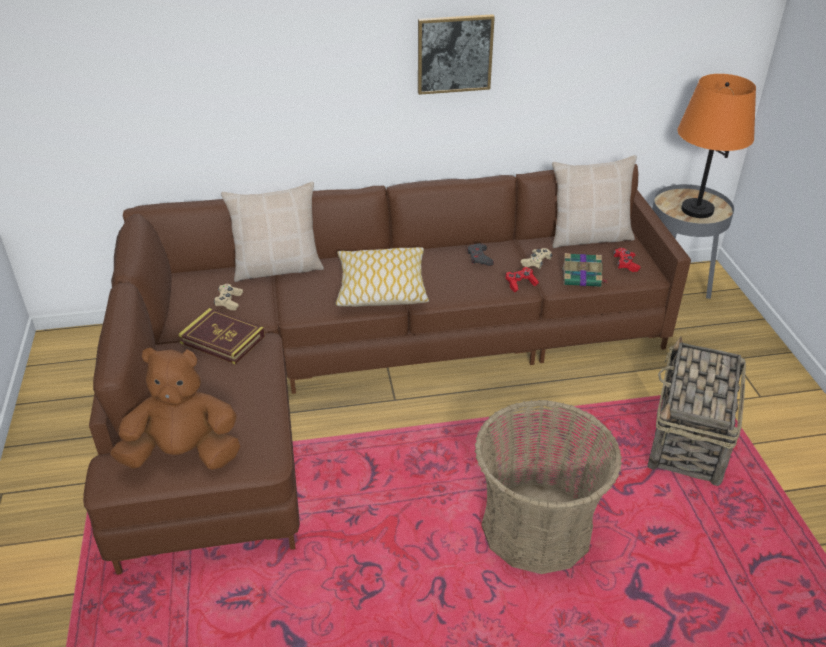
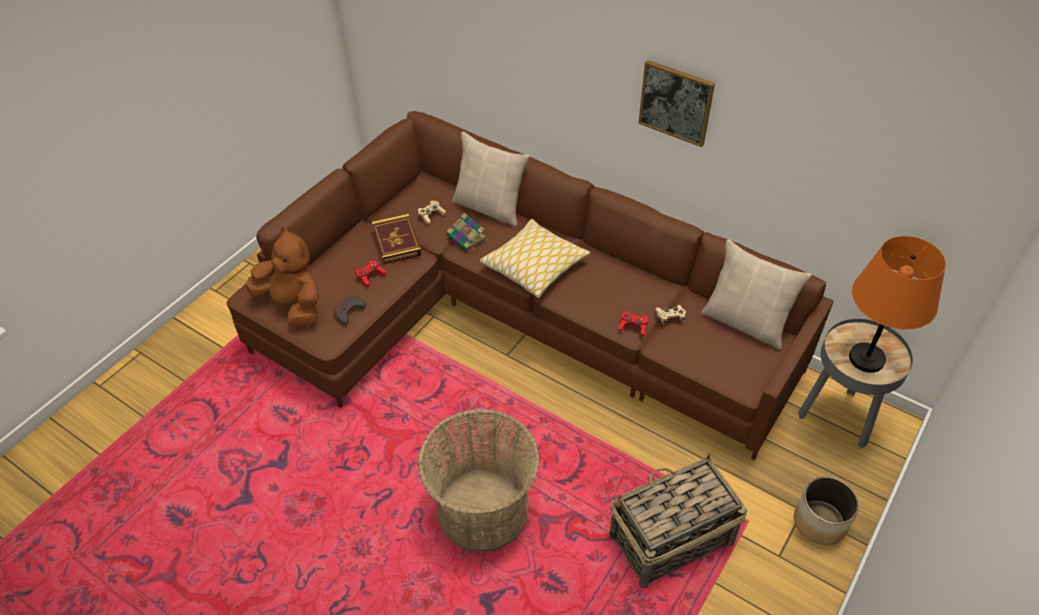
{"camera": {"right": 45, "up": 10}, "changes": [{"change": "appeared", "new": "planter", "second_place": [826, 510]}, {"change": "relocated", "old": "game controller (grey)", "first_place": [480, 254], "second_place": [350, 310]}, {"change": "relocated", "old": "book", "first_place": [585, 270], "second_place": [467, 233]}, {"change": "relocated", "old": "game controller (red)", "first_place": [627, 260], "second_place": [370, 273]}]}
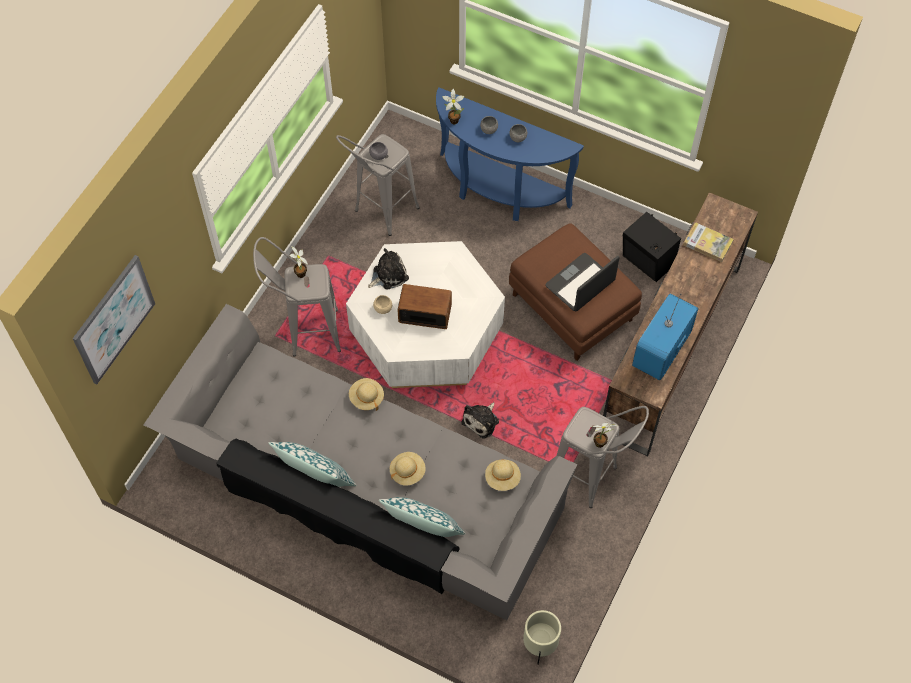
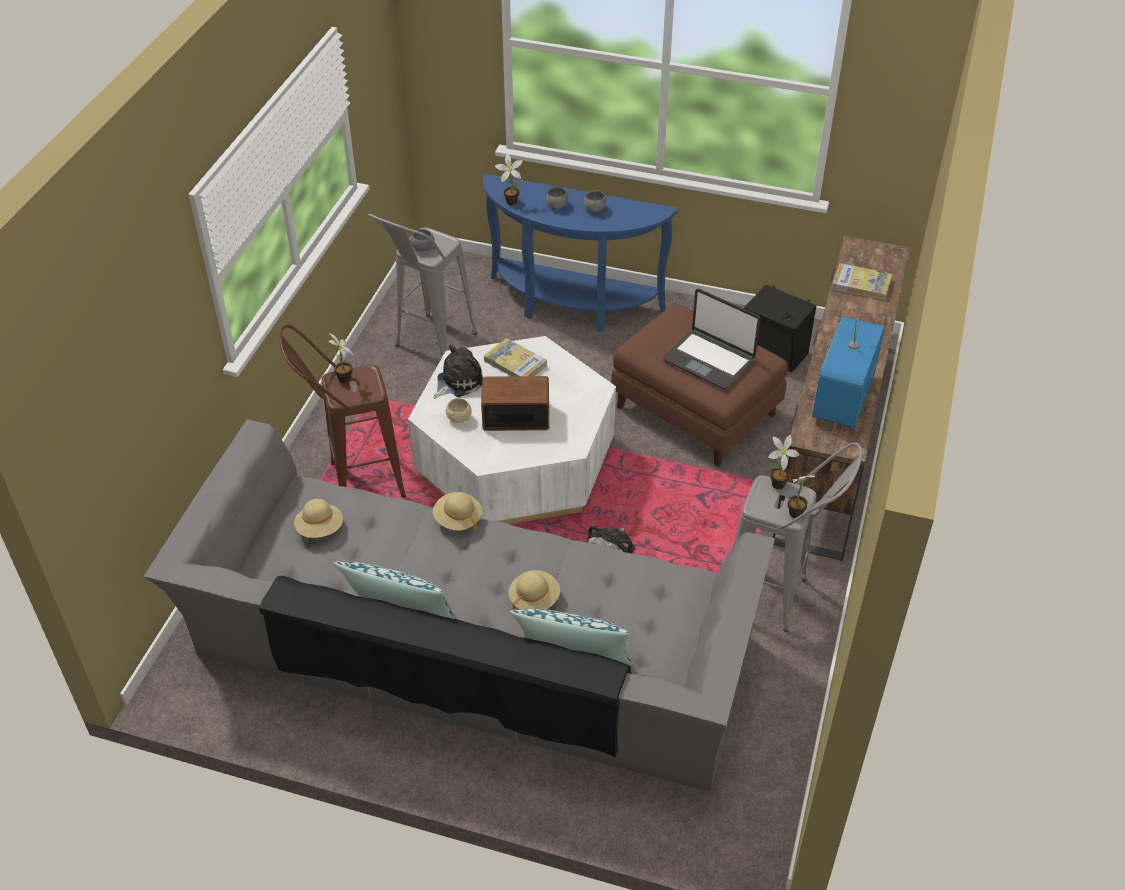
{"camera": {"right": -10, "up": -15}, "changes": [{"change": "missing", "old": "picture", "first_place": [114, 319]}, {"change": "missing", "old": "planter (beige)", "first_place": [542, 637]}, {"change": "appeared", "new": "book", "second_place": [515, 357]}, {"change": "appeared", "new": "potted plant", "second_place": [784, 461]}, {"change": "relocated", "old": "hat (beige)", "first_place": [503, 475], "second_place": [318, 518]}, {"change": "colour", "old": "stool (grey)", "new": "stool (brown)", "first_place": [297, 297], "second_place": [342, 411]}, {"change": "spun", "old": "laptop", "first_place": [582, 282], "second_place": [712, 339], "degrees": -90}]}
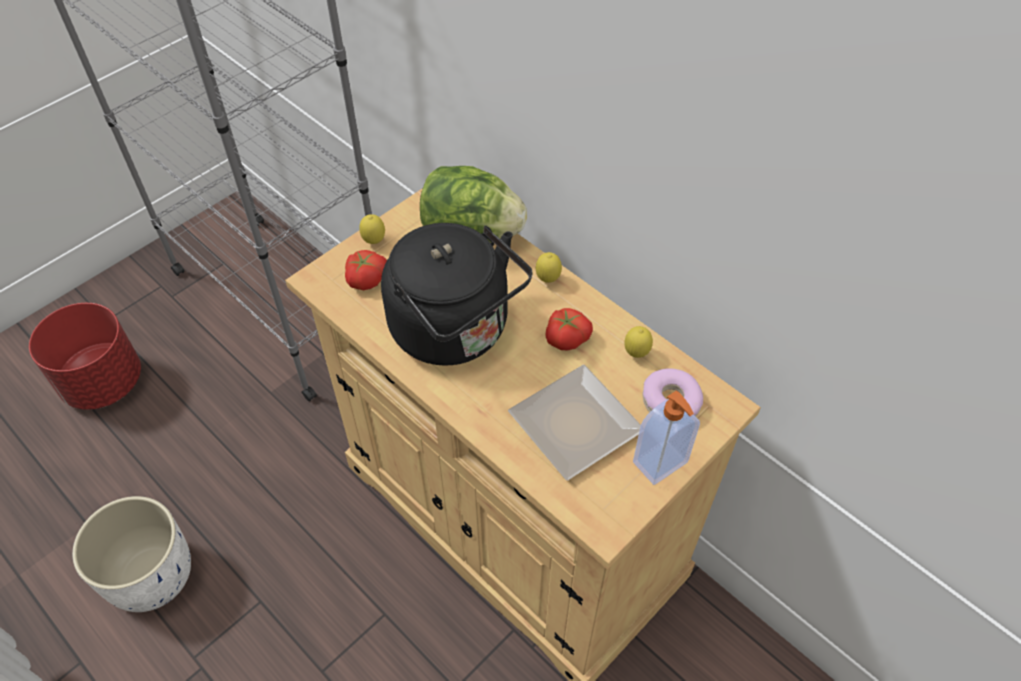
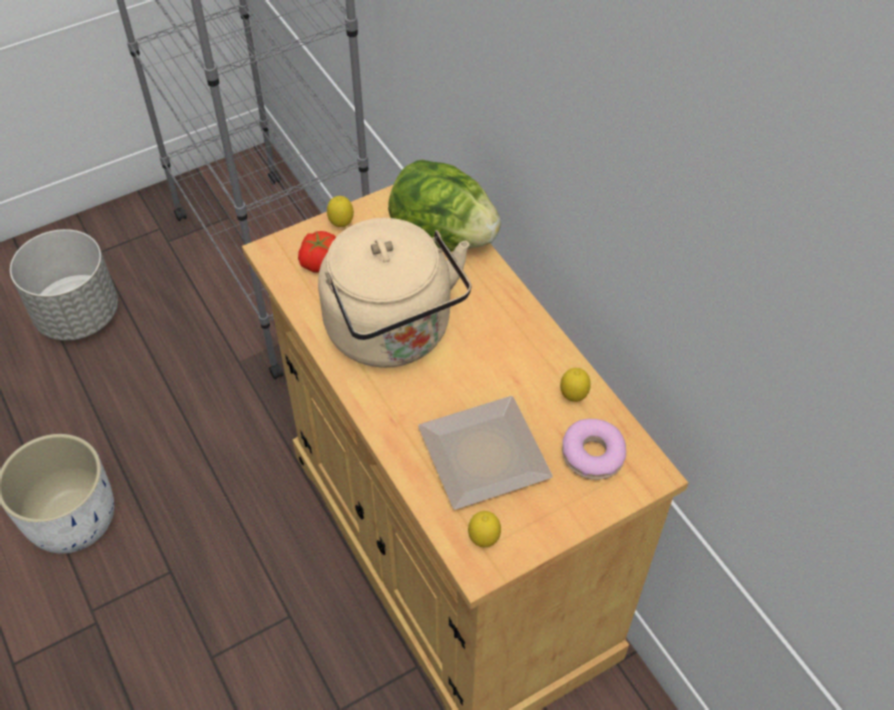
{"camera": {"right": 15, "up": 0}, "changes": [{"change": "missing", "old": "tomato", "first_place": [569, 329]}, {"change": "missing", "old": "soap dispenser", "first_place": [666, 437]}, {"change": "relocated", "old": "lemon", "first_place": [549, 267], "second_place": [484, 529]}, {"change": "colour", "old": "planter (red)", "new": "planter (grey)", "first_place": [85, 356], "second_place": [64, 285]}, {"change": "colour", "old": "kettle (black)", "new": "kettle (beige)", "first_place": [456, 294], "second_place": [394, 293]}]}
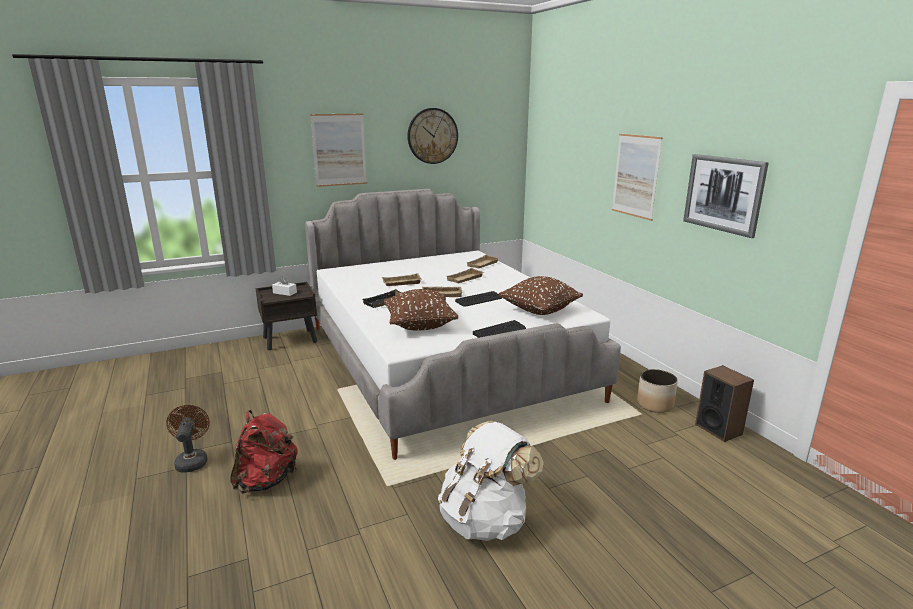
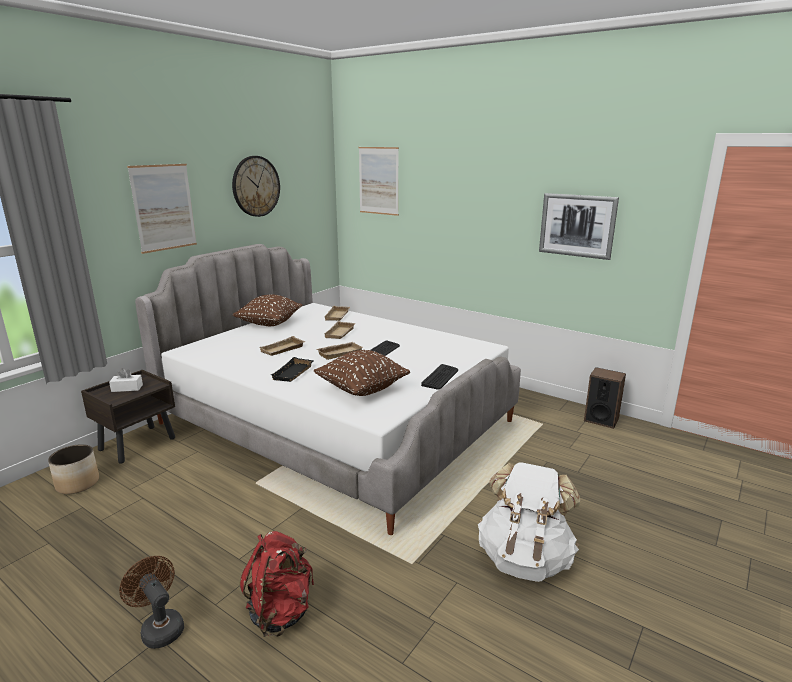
{"camera": {"right": -30, "up": 0}, "changes": [{"change": "relocated", "old": "pillow (brown)", "first_place": [540, 295], "second_place": [267, 310]}, {"change": "relocated", "old": "picture", "first_place": [637, 177], "second_place": [378, 181]}, {"change": "relocated", "old": "planter", "first_place": [657, 391], "second_place": [73, 469]}]}
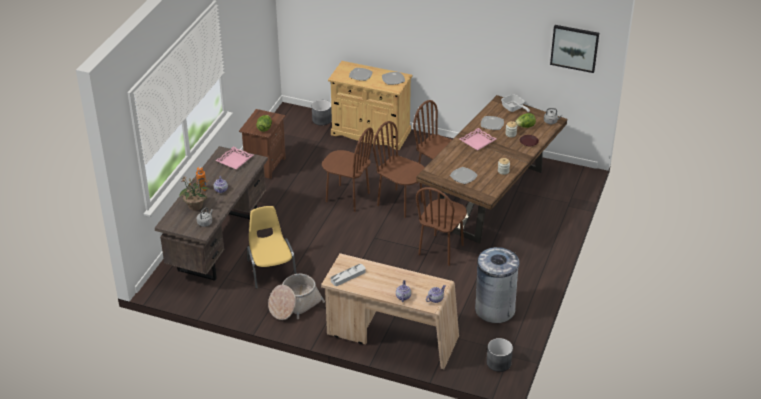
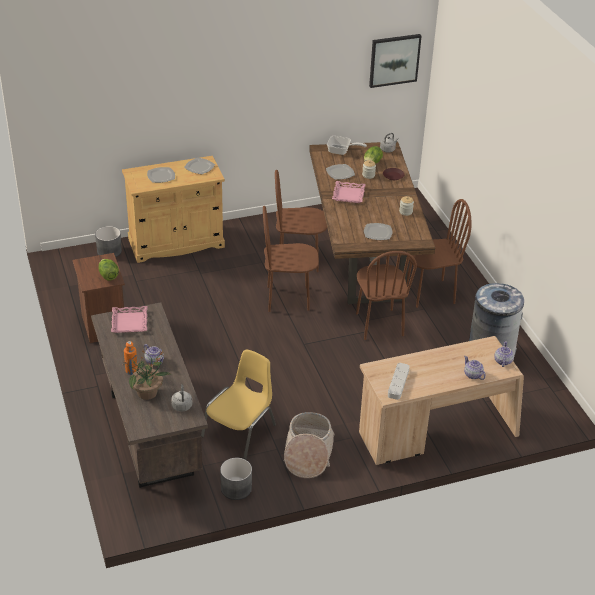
{"camera": {"right": -40, "up": 0}, "changes": [{"change": "relocated", "old": "chair (brown)", "first_place": [348, 170], "second_place": [439, 253]}, {"change": "relocated", "old": "planter (grey)", "first_place": [500, 355], "second_place": [236, 479]}, {"change": "spun", "old": "chair (yellow)", "first_place": [272, 247], "second_place": [238, 404], "degrees": 90}]}
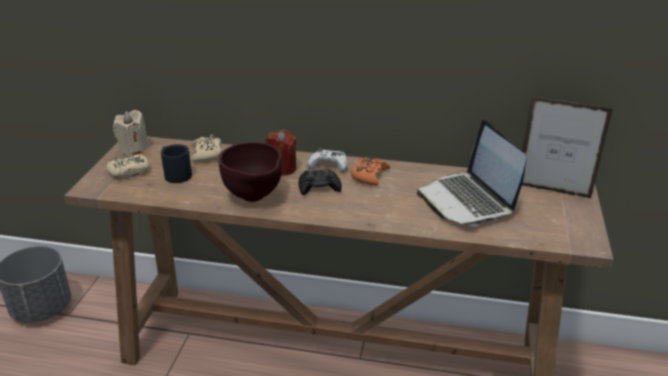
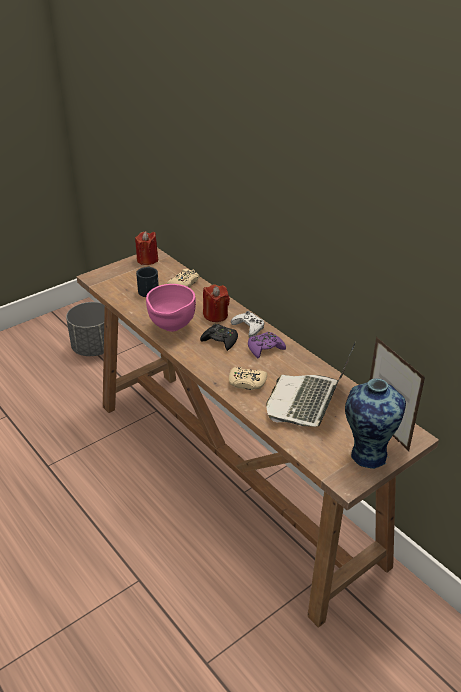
{"camera": {"right": 40, "up": 5}, "changes": [{"change": "appeared", "new": "vase", "second_place": [375, 423]}, {"change": "relocated", "old": "game controller (beige)", "first_place": [127, 166], "second_place": [248, 378]}, {"change": "colour", "old": "candle (beige)", "new": "candle (red)", "first_place": [131, 133], "second_place": [146, 248]}, {"change": "colour", "old": "bowl (brown)", "new": "bowl (pink)", "first_place": [250, 172], "second_place": [171, 308]}, {"change": "colour", "old": "game controller (orange)", "new": "game controller (purple)", "first_place": [370, 171], "second_place": [267, 345]}]}
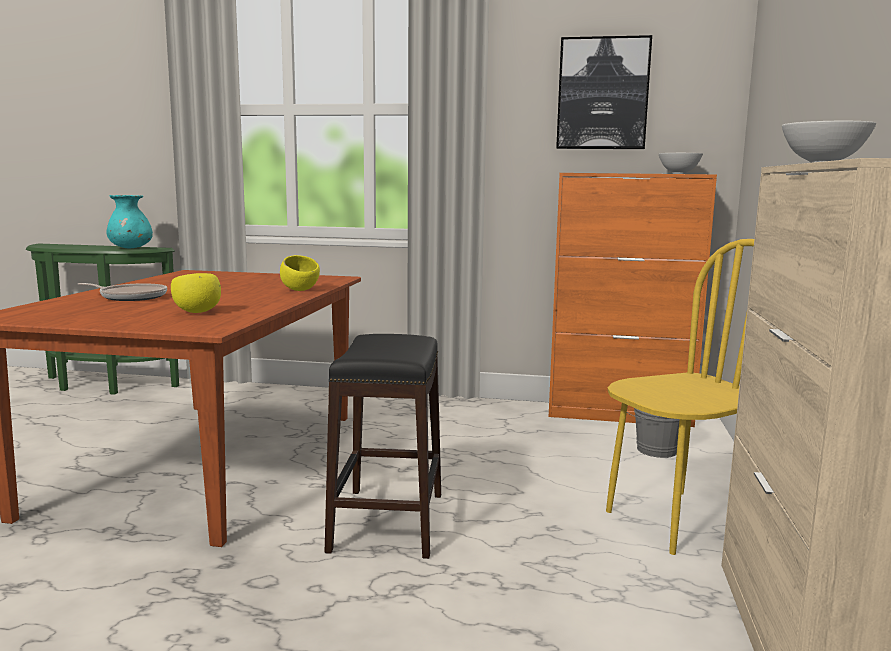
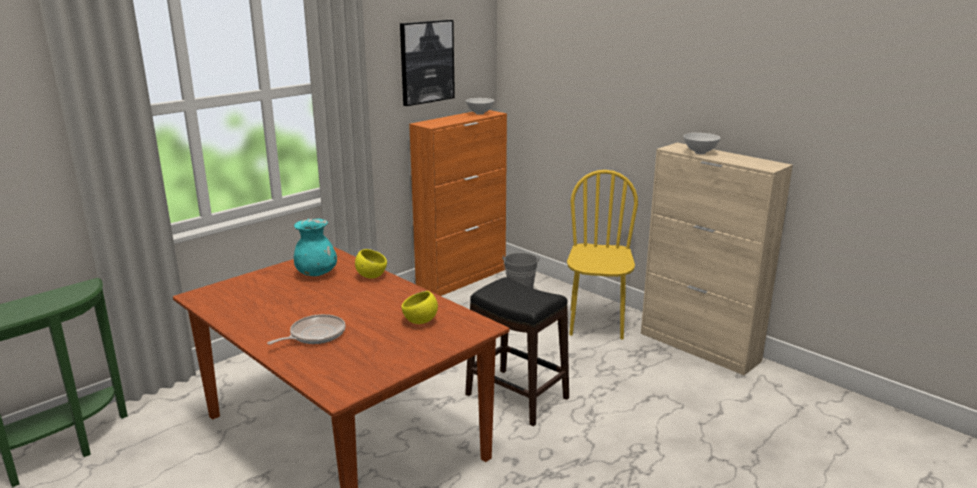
{"camera": {"right": -55, "up": 10}, "changes": [{"change": "relocated", "old": "vase (turquoise)", "first_place": [129, 221], "second_place": [315, 247]}]}
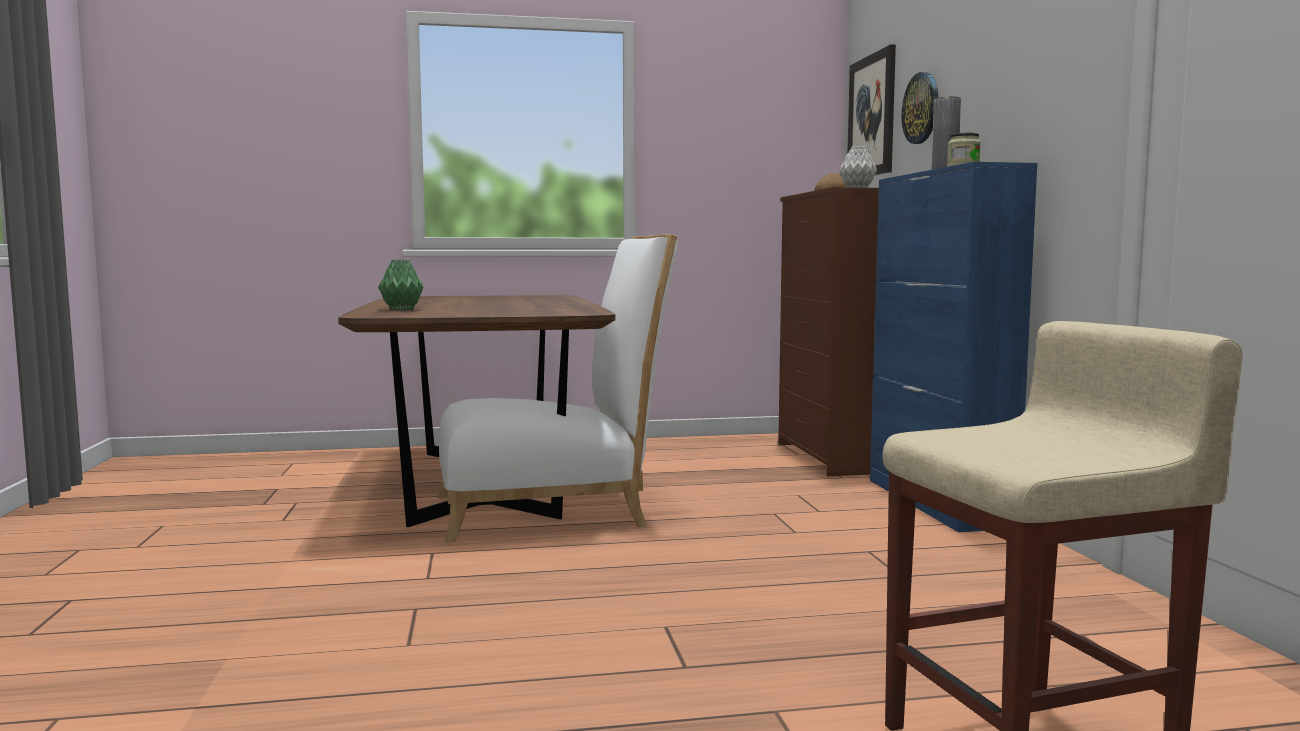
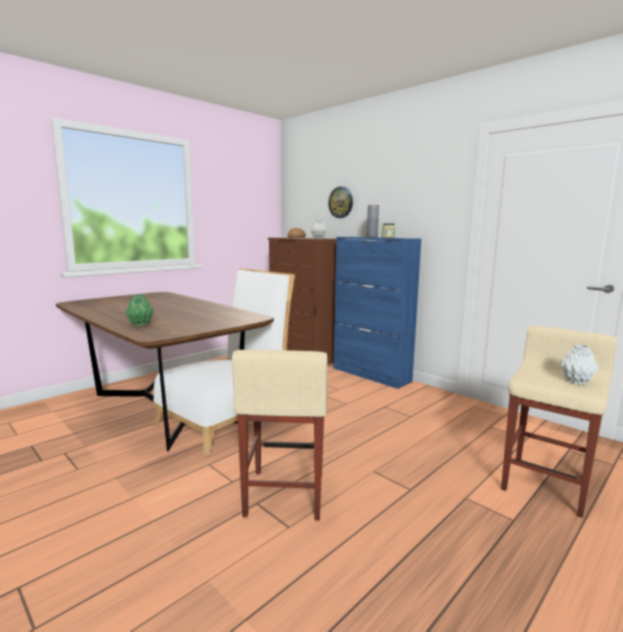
{"camera": {"right": -35, "up": 5}, "changes": [{"change": "missing", "old": "picture", "first_place": [871, 110]}, {"change": "appeared", "new": "stool (beige)", "second_place": [280, 435]}, {"change": "appeared", "new": "vase (white)", "second_place": [579, 364]}]}
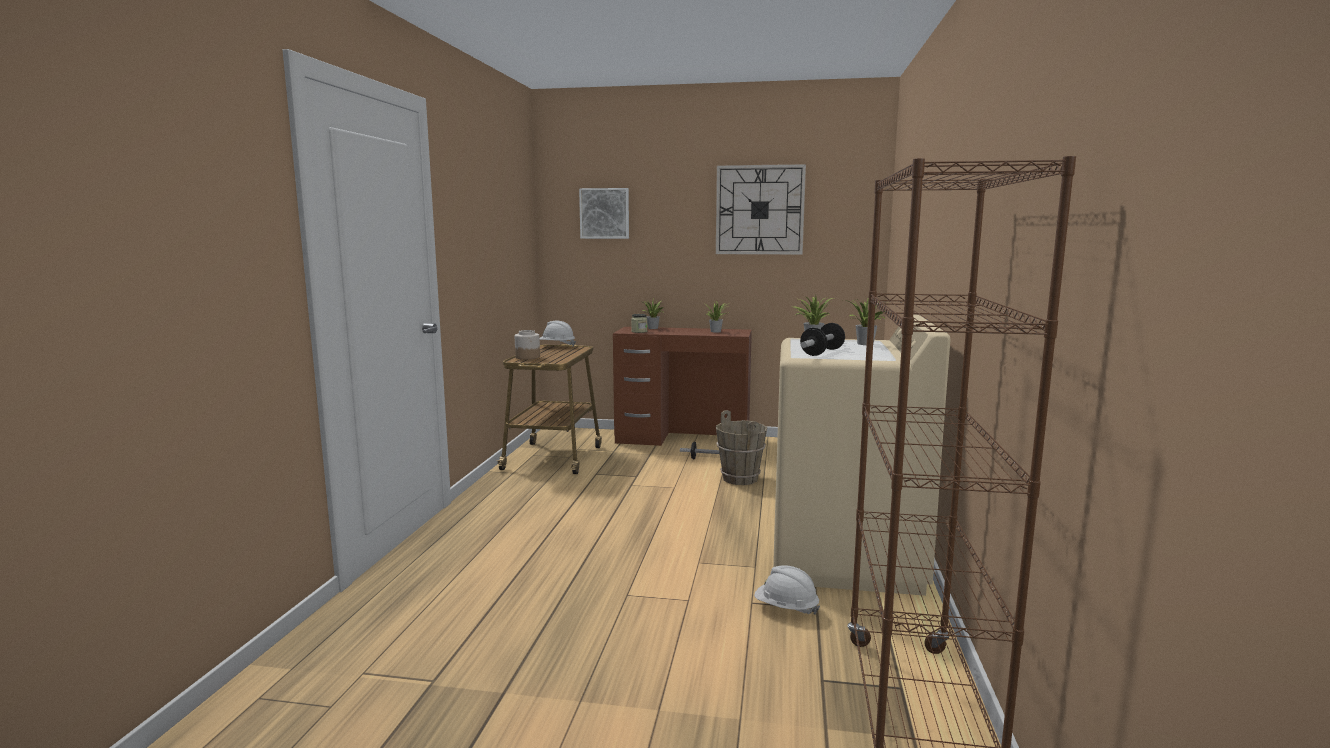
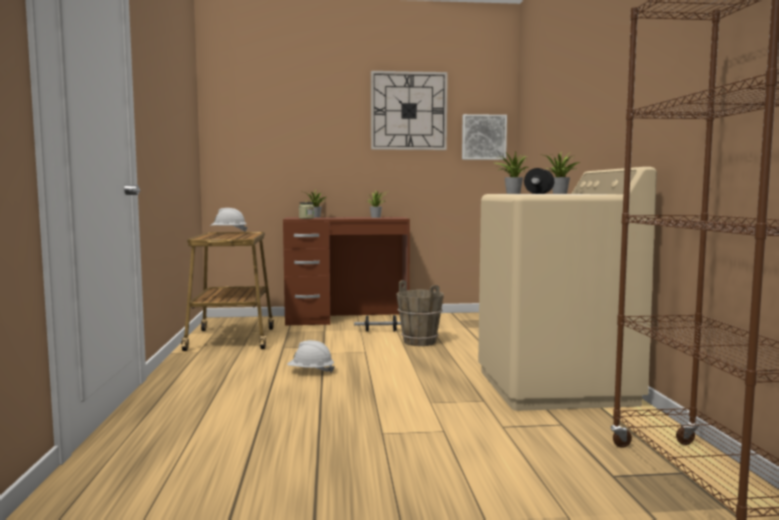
{"camera": {"right": -15, "up": -5}, "changes": [{"change": "missing", "old": "jar", "first_place": [527, 344]}, {"change": "relocated", "old": "picture", "first_place": [604, 213], "second_place": [484, 137]}, {"change": "relocated", "old": "hard hat (white)", "first_place": [787, 590], "second_place": [311, 356]}]}
